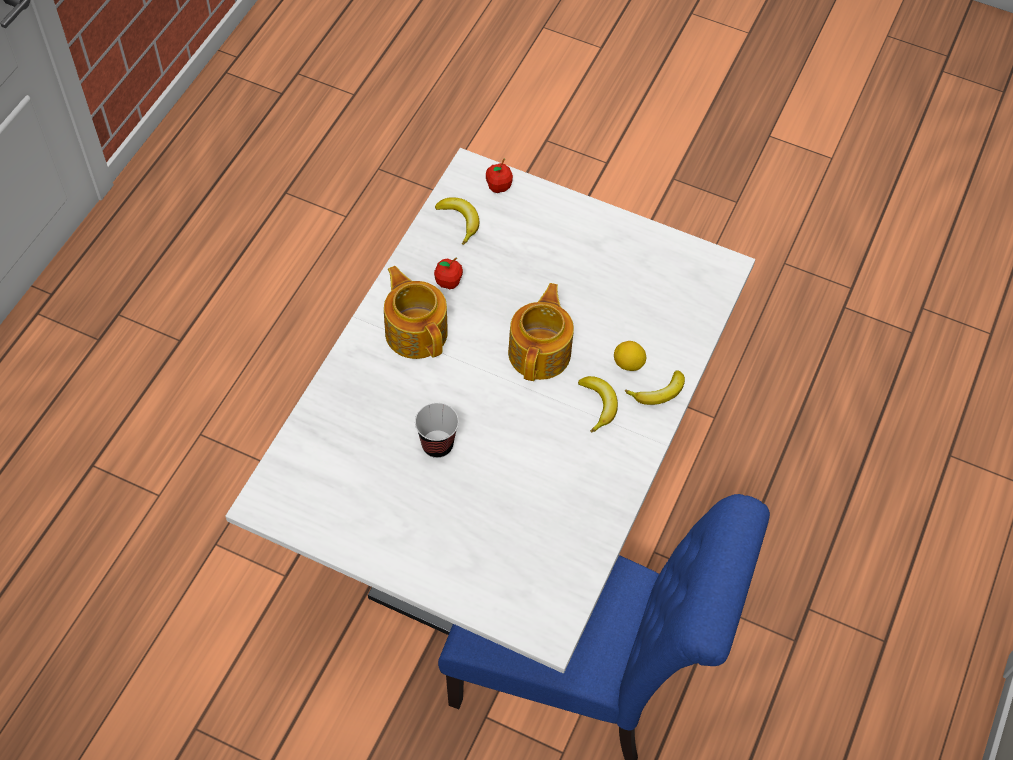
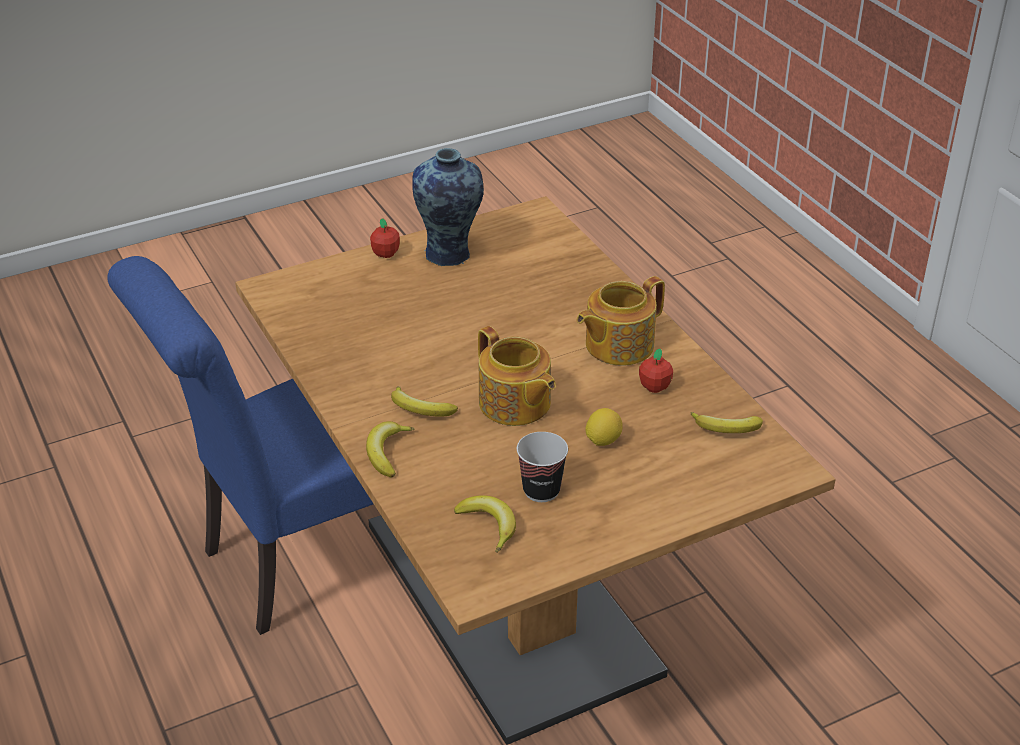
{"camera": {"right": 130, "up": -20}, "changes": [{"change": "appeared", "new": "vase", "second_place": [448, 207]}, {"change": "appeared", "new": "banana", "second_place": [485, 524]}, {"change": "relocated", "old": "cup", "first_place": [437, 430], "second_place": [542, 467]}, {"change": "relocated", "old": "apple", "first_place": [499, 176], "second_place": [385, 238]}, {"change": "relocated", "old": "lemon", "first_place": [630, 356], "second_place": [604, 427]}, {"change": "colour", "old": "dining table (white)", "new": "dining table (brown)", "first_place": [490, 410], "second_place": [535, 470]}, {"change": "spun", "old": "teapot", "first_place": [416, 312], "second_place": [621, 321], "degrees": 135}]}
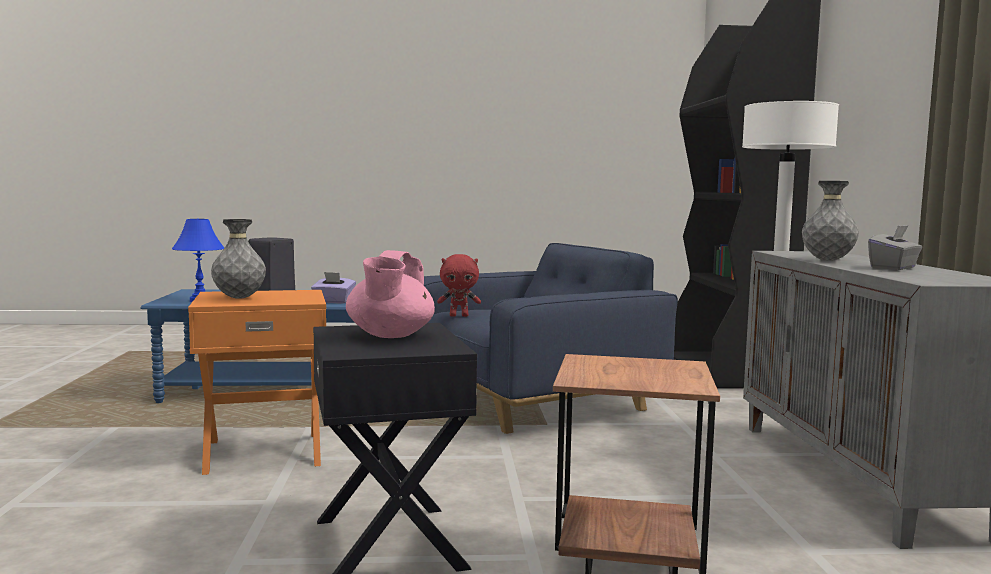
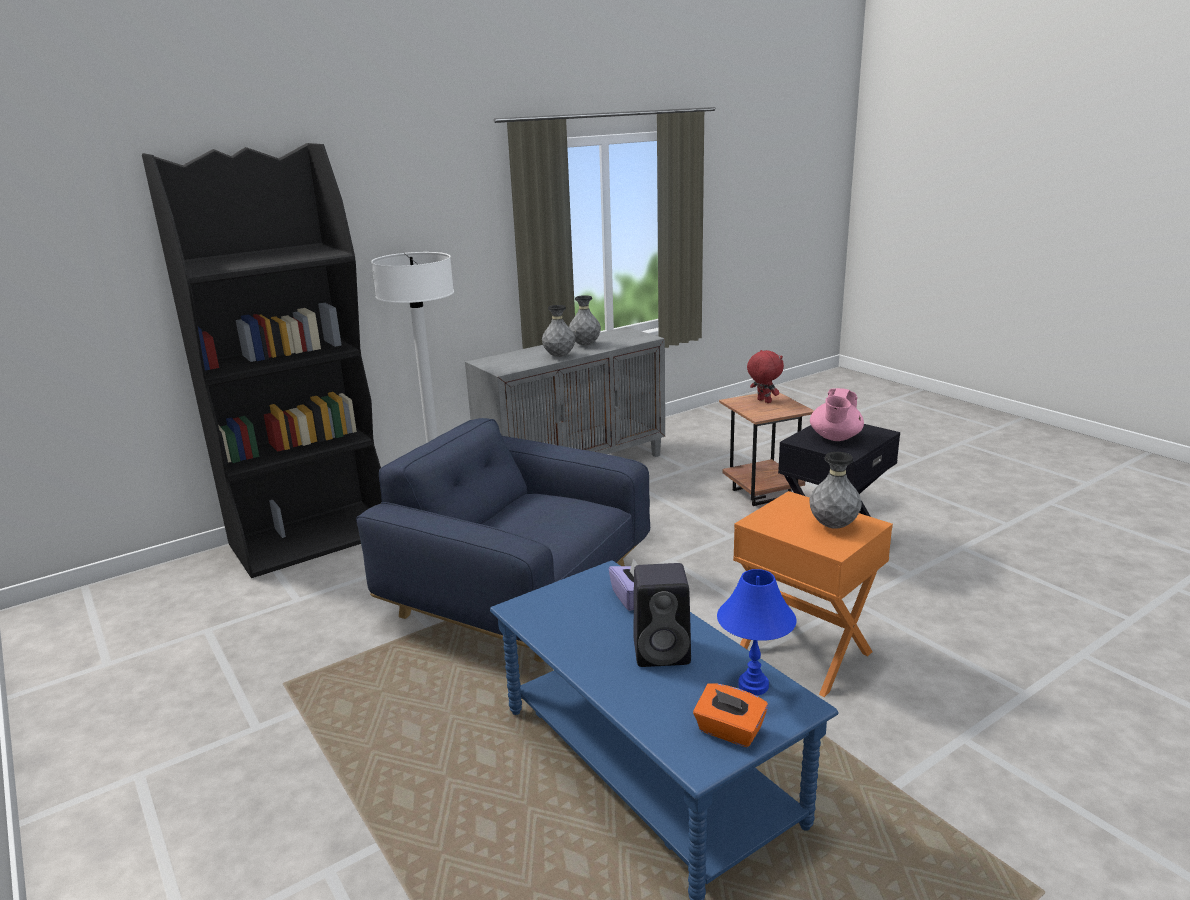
{"camera": {"right": -120, "up": 15}, "changes": [{"change": "appeared", "new": "tissue box (orange)", "second_place": [730, 715]}, {"change": "relocated", "old": "plush toy (red)", "first_place": [459, 285], "second_place": [765, 376]}, {"change": "exchanged", "old": "tissue box (grey)", "new": "vase (grey)", "first_place": [895, 247], "second_place": [585, 320]}, {"change": "spun", "old": "teapot (pink)", "first_place": [390, 294], "second_place": [837, 414], "degrees": 135}]}
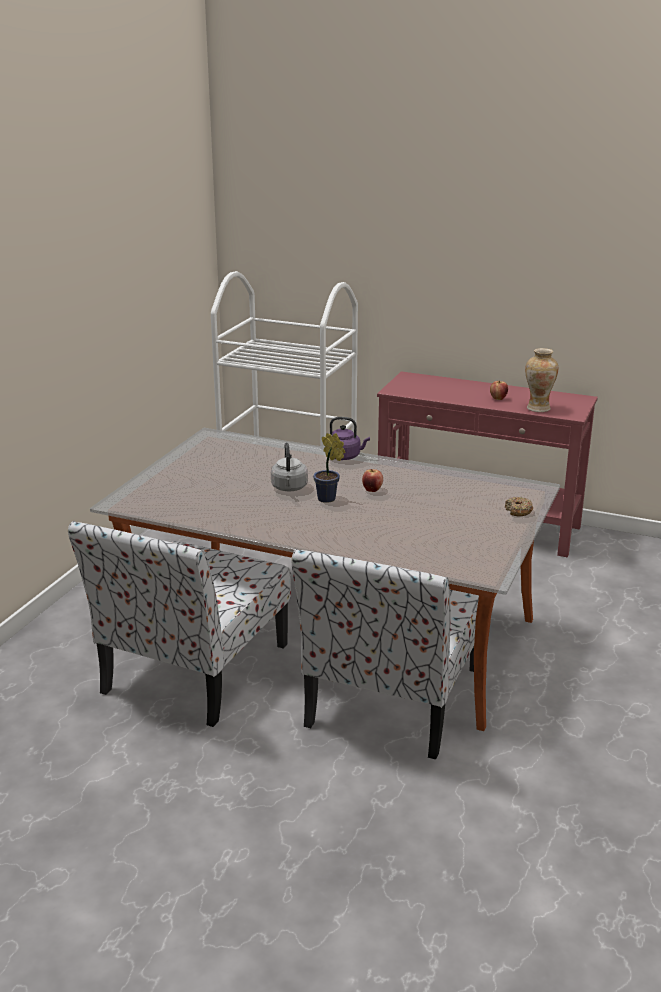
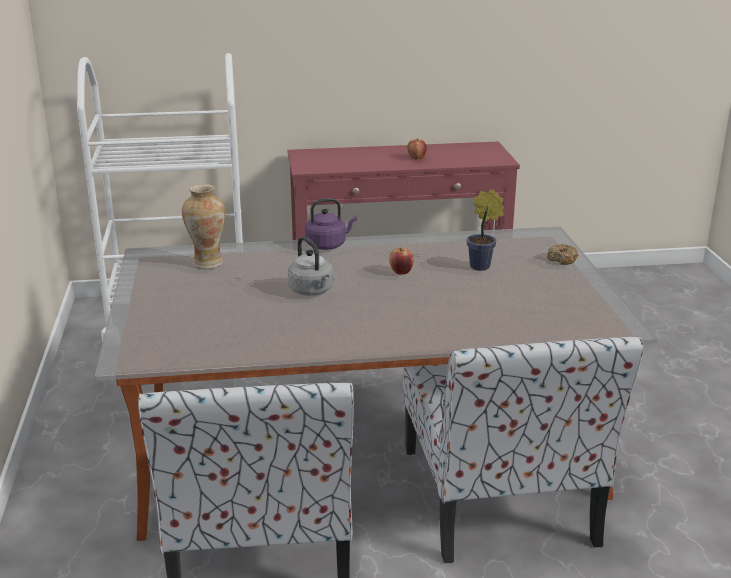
{"camera": {"right": -30, "up": 0}, "changes": [{"change": "relocated", "old": "potted plant", "first_place": [329, 468], "second_place": [485, 230]}, {"change": "relocated", "old": "vase", "first_place": [541, 380], "second_place": [203, 226]}]}
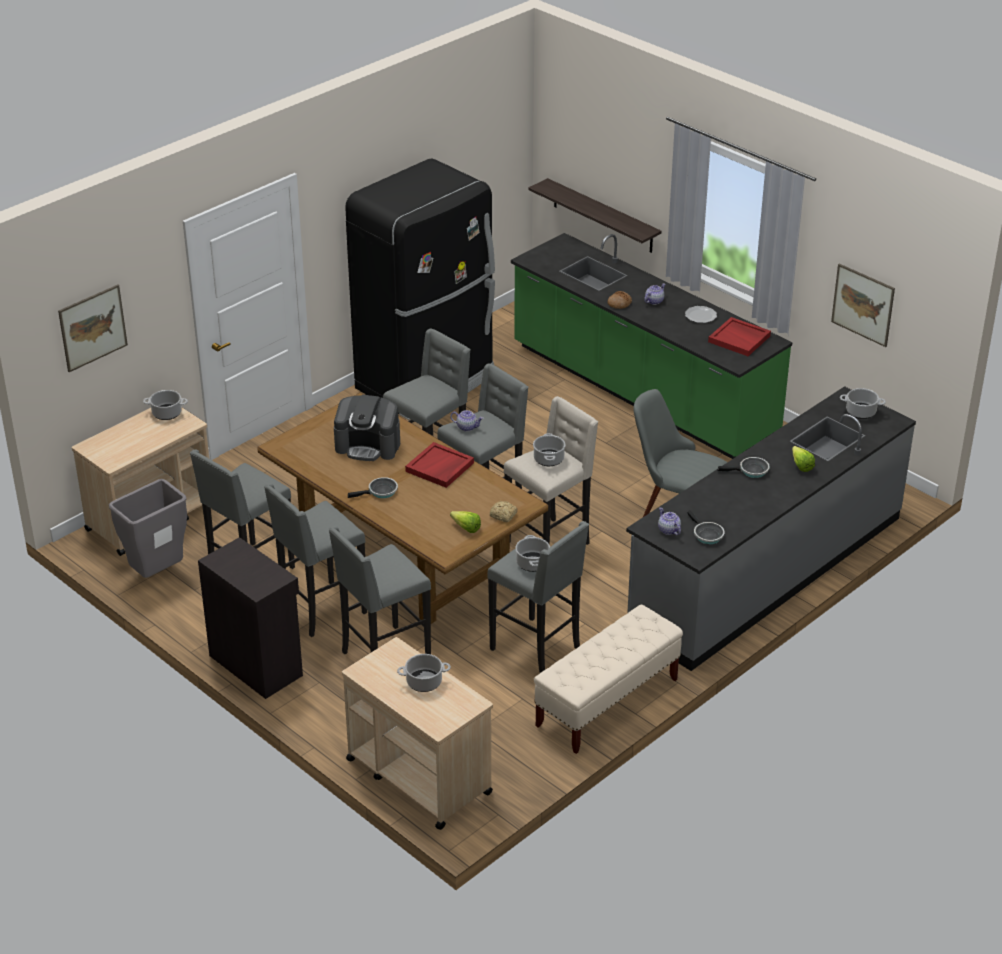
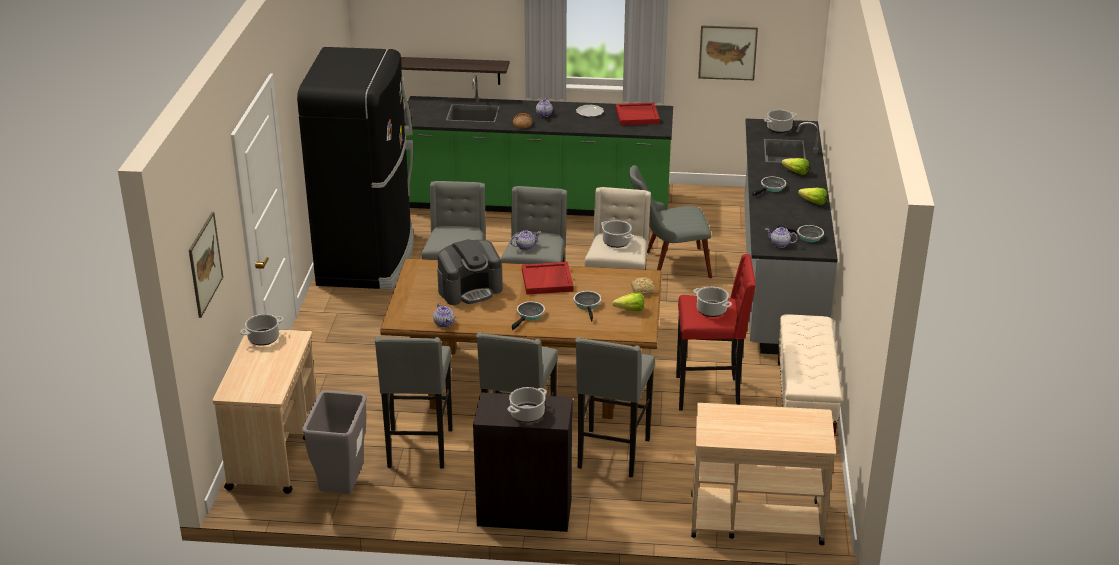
{"camera": {"right": -40, "up": -5}, "changes": [{"change": "appeared", "new": "teapot", "second_place": [444, 315]}, {"change": "appeared", "new": "frying pan", "second_place": [587, 306]}, {"change": "appeared", "new": "lettuce", "second_place": [812, 196]}, {"change": "relocated", "old": "cooking pot", "first_place": [424, 673], "second_place": [527, 404]}, {"change": "colour", "old": "stool (grey)", "new": "stool (red)", "first_place": [538, 597], "second_place": [716, 332]}]}
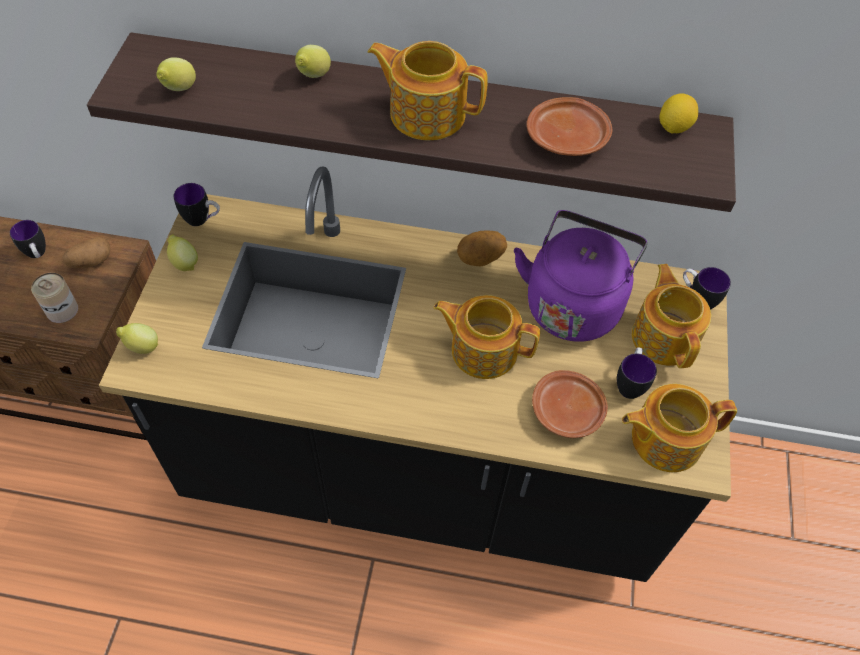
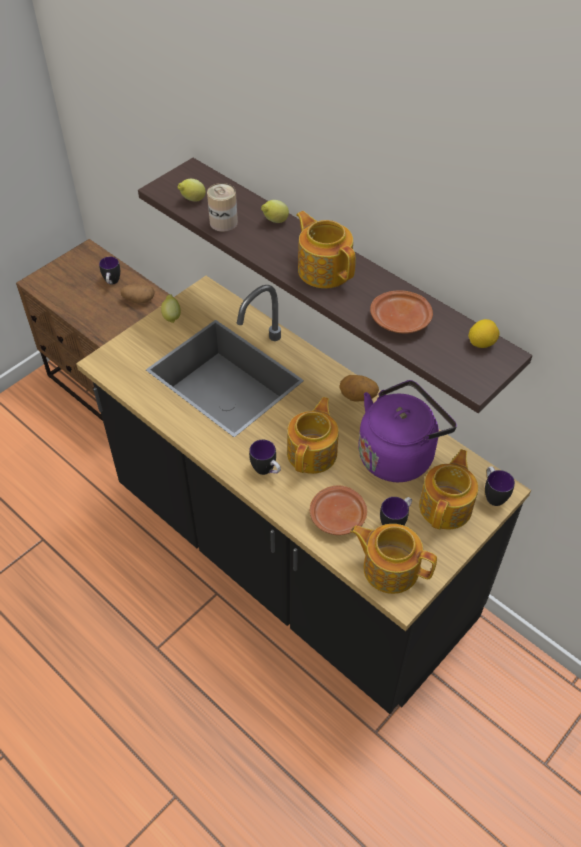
{"camera": {"right": 35, "up": -5}, "changes": [{"change": "missing", "old": "lemon", "first_place": [137, 338]}, {"change": "relocated", "old": "can", "first_place": [54, 298], "second_place": [222, 207]}, {"change": "relocated", "old": "mug", "first_place": [196, 204], "second_place": [265, 457]}, {"change": "spun", "old": "teapot", "first_place": [486, 337], "second_place": [313, 435], "degrees": 60}]}
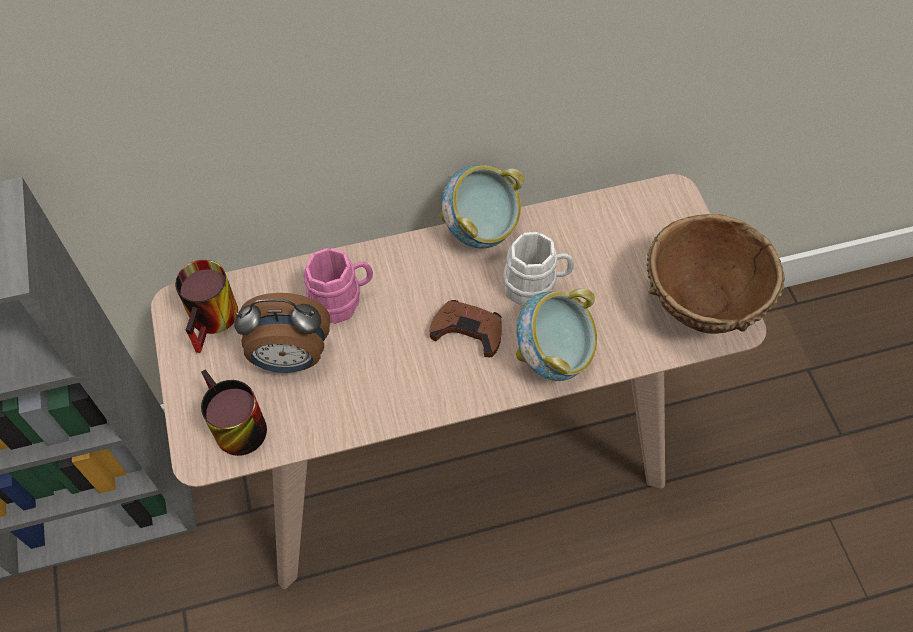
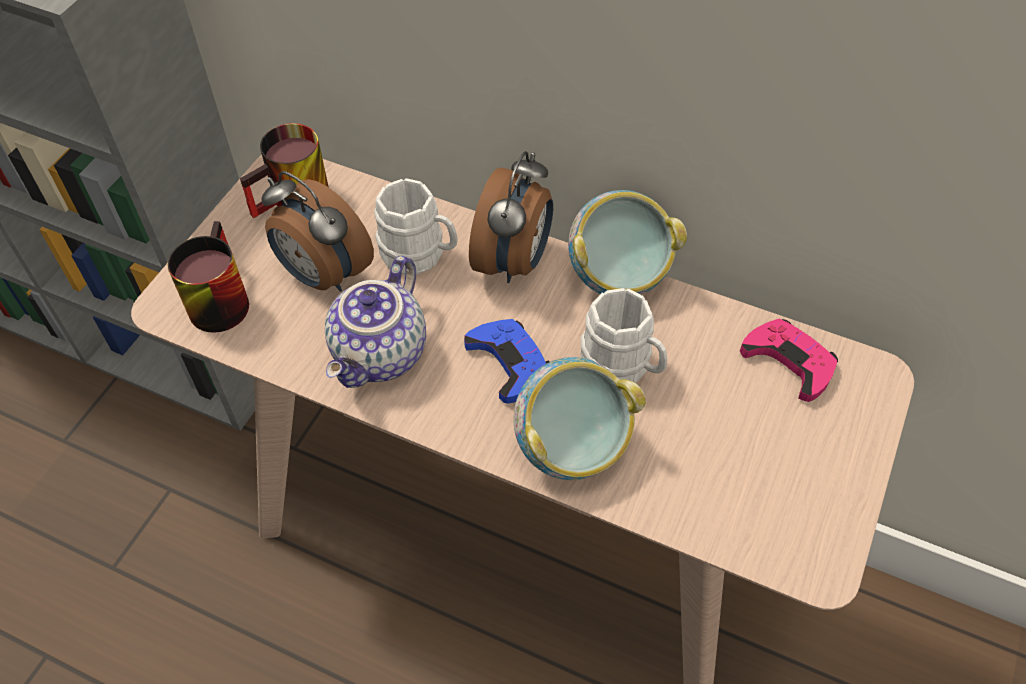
{"camera": {"right": 40, "up": -5}, "changes": [{"change": "missing", "old": "bowl (brown)", "first_place": [715, 274]}, {"change": "appeared", "new": "teapot", "second_place": [375, 322]}, {"change": "appeared", "new": "alarm clock", "second_place": [511, 217]}, {"change": "appeared", "new": "game controller (pink)", "second_place": [789, 360]}, {"change": "colour", "old": "mug (pink)", "new": "mug (white)", "first_place": [338, 286], "second_place": [416, 226]}, {"change": "colour", "old": "game controller (brown)", "new": "game controller (blue)", "first_place": [466, 328], "second_place": [506, 361]}]}
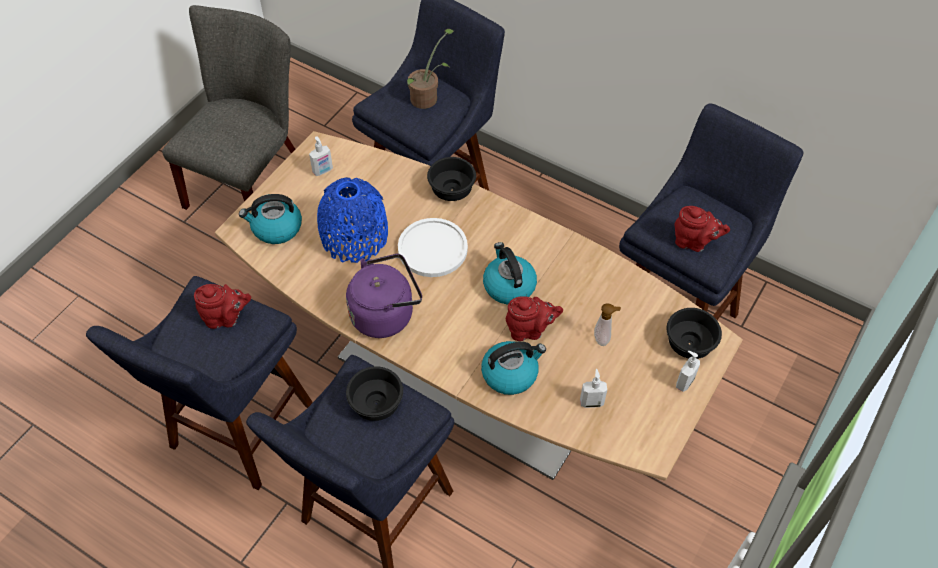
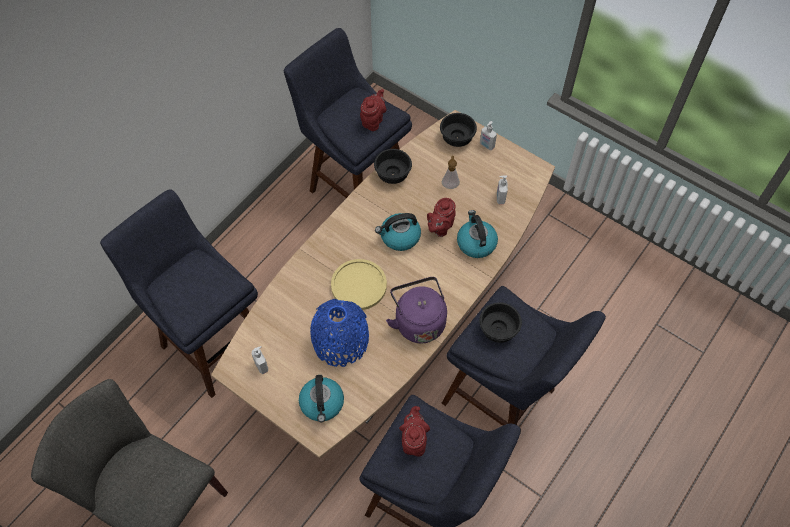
{"camera": {"right": -85, "up": 5}, "changes": [{"change": "missing", "old": "potted plant", "first_place": [430, 69]}, {"change": "relocated", "old": "bowl (black)", "first_place": [451, 179], "second_place": [393, 166]}, {"change": "colour", "old": "plate (white)", "new": "plate (yellow)", "first_place": [433, 247], "second_place": [359, 284]}, {"change": "spun", "old": "teapot (red)", "first_place": [534, 319], "second_place": [441, 217], "degrees": -150}]}
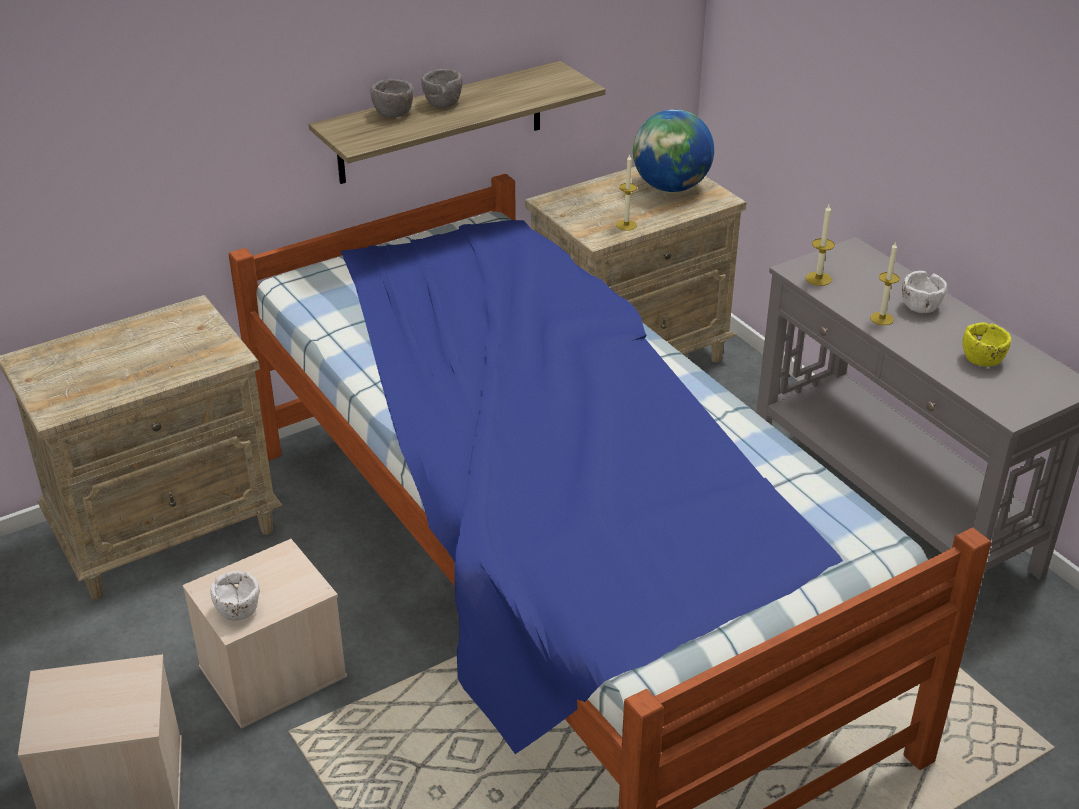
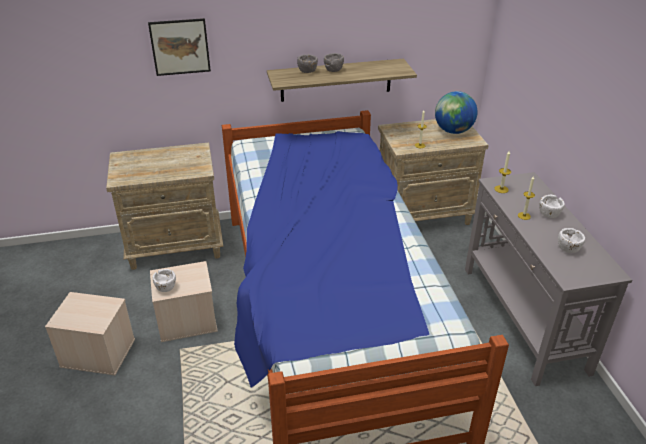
{"camera": {"right": 20, "up": 0}, "changes": [{"change": "appeared", "new": "picture", "second_place": [179, 47]}, {"change": "colour", "old": "bowl (yellow)", "new": "bowl (white)", "first_place": [987, 344], "second_place": [571, 240]}]}
